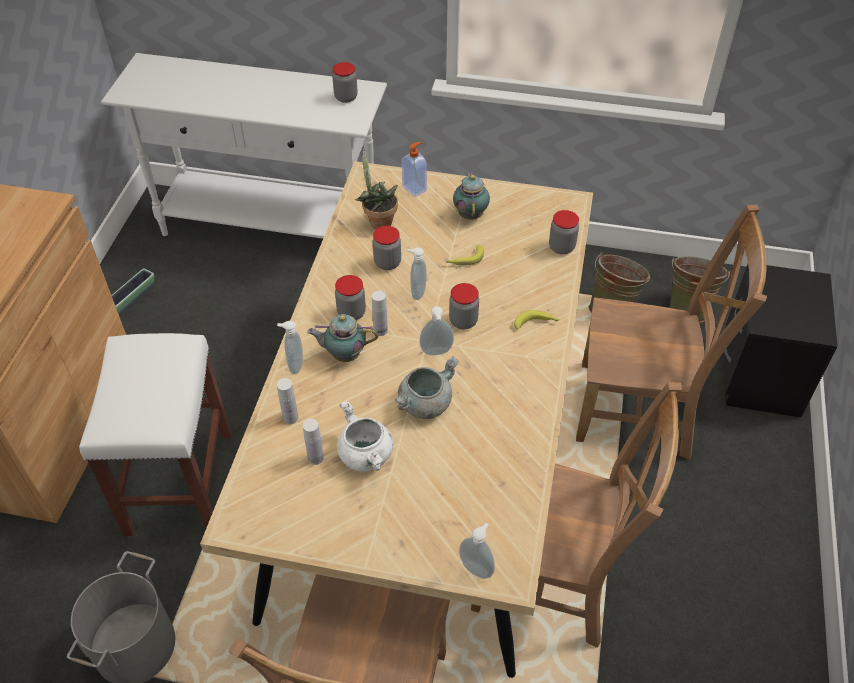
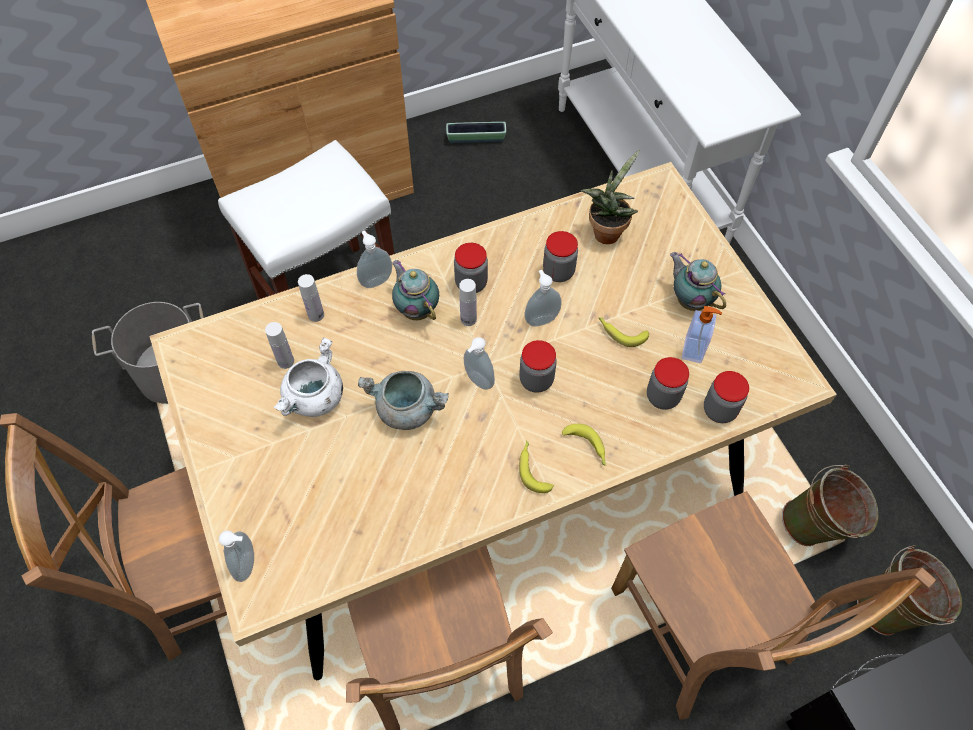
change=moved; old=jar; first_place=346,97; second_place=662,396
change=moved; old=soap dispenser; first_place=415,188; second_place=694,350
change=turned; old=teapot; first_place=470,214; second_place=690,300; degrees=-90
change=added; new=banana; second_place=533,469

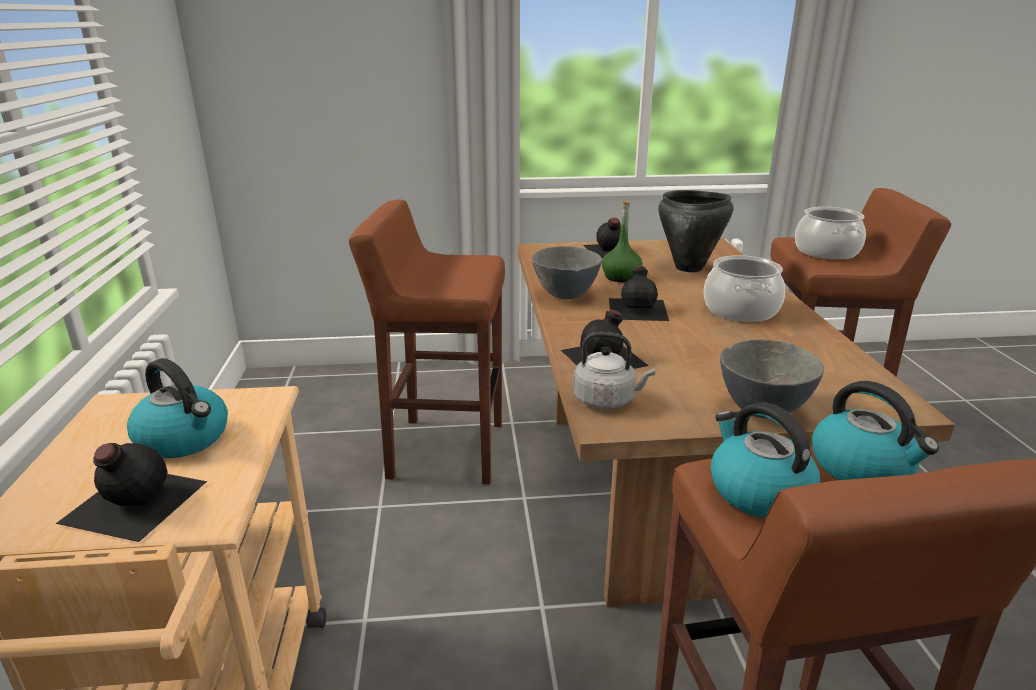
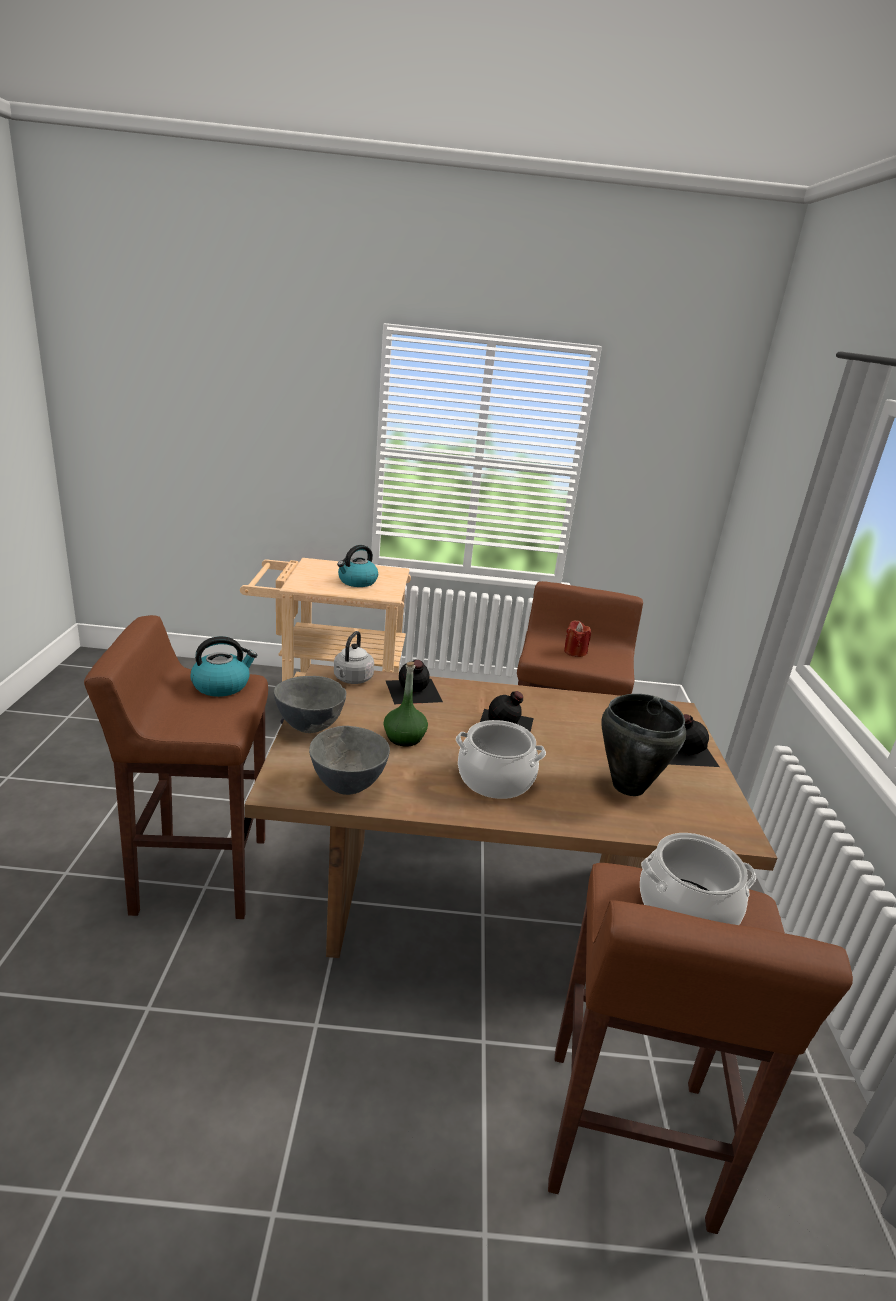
change=removed; old=bottle/black; first_place=131,502
change=moved; old=bowl/grey; first_place=566,296; second_place=347,786
change=moved; old=bottle/green; first_place=621,277; second_place=404,737
change=removed; old=kettle; first_place=862,468
change=added; new=candle/red; second_place=575,652

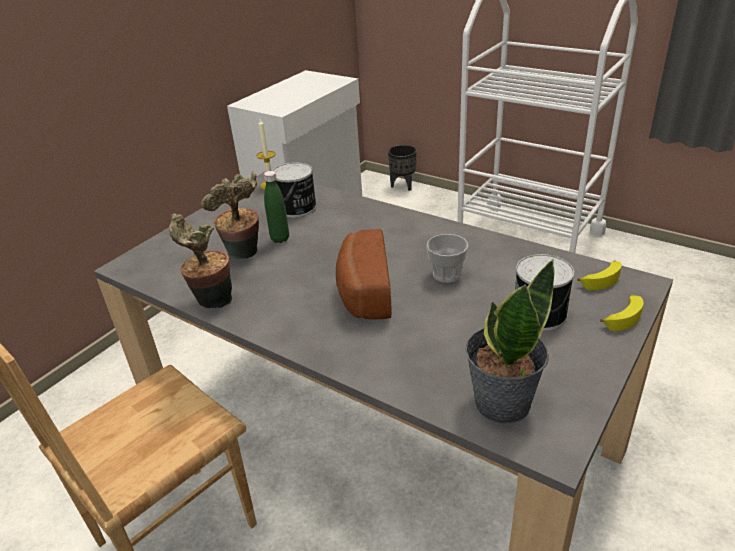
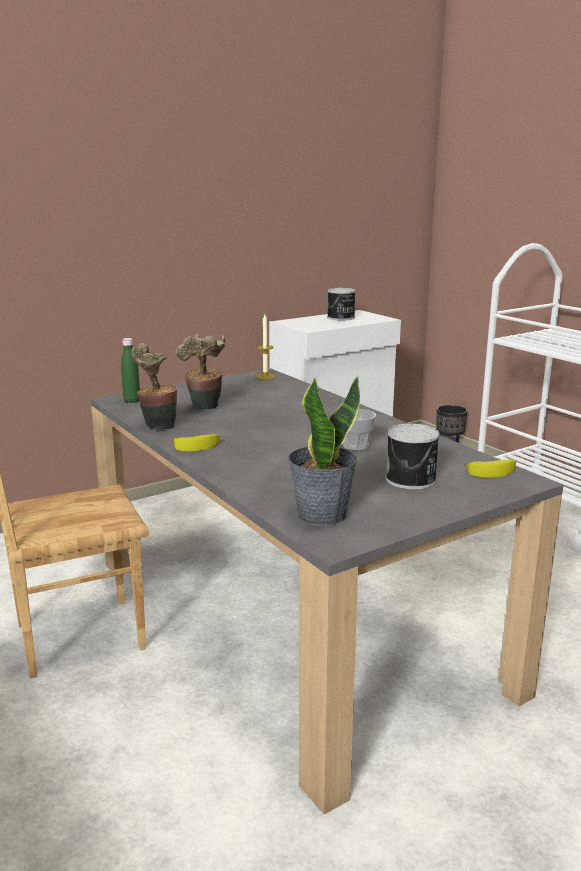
change=moved; old=bottle/green; first_place=280,239; second_place=132,401
change=moved; old=can; first_place=297,208; second_place=341,318
change=removed; old=bread; first_place=362,291
change=moved; old=banana; first_place=623,316; second_place=198,446

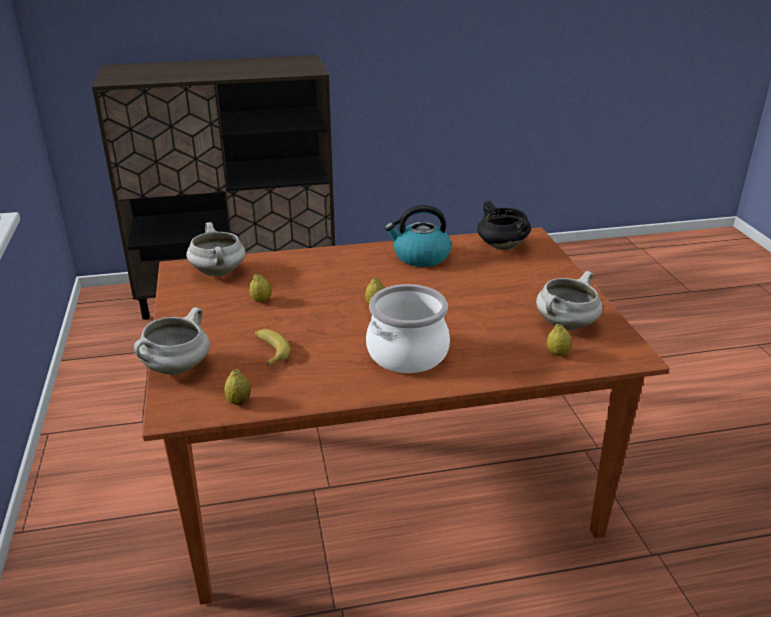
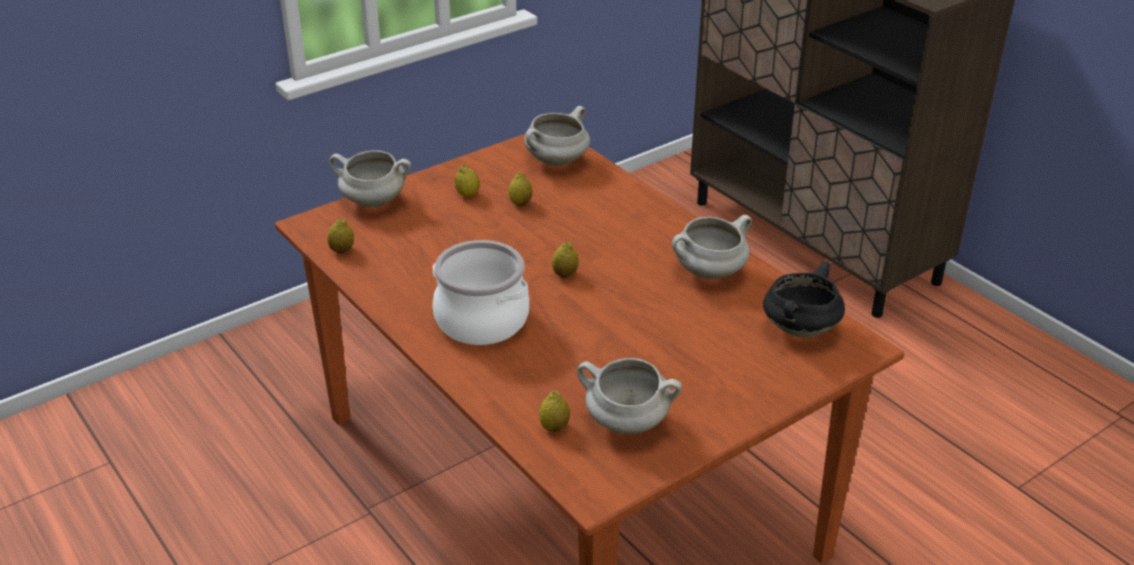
change=removed; old=banana; first_place=269,350
change=replaced; old=kettle; new=cooking pot/white; first_place=420,257; second_place=709,273
change=added; new=lemon; second_place=467,194

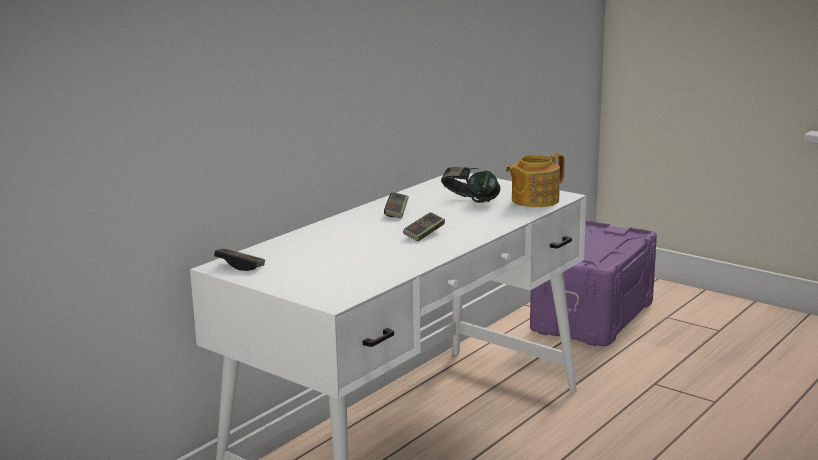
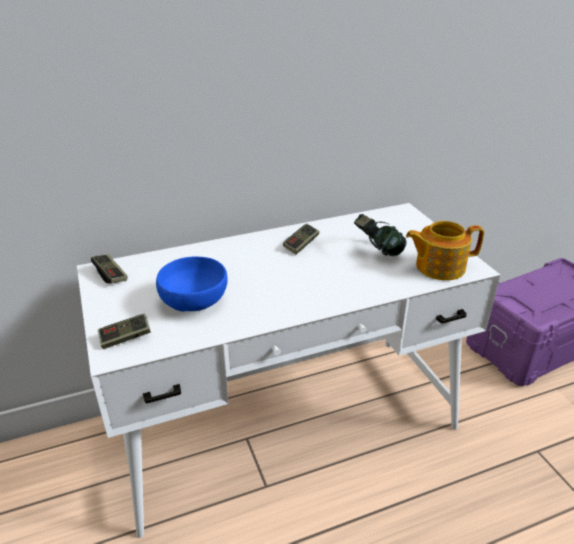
change=moved; old=game controller; first_place=424,234; second_place=125,338
change=added; new=bowl/blue; second_place=195,300

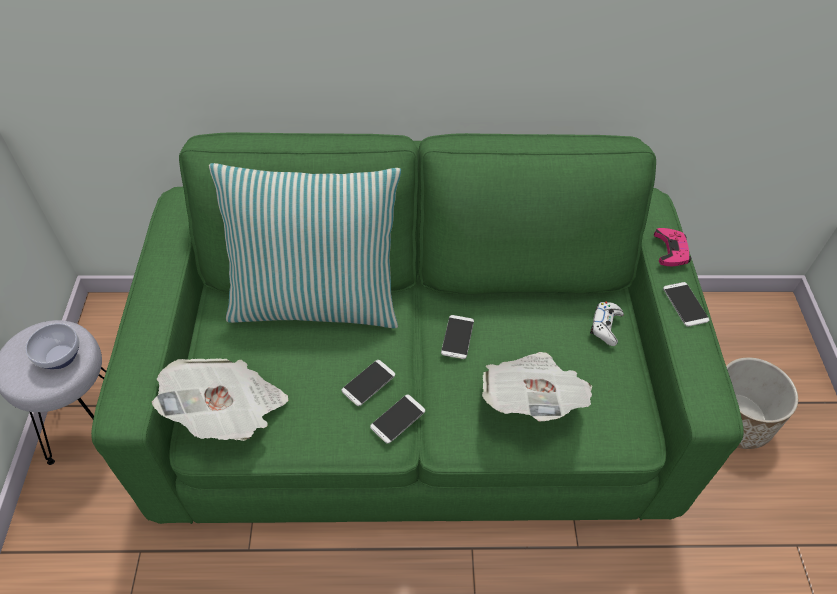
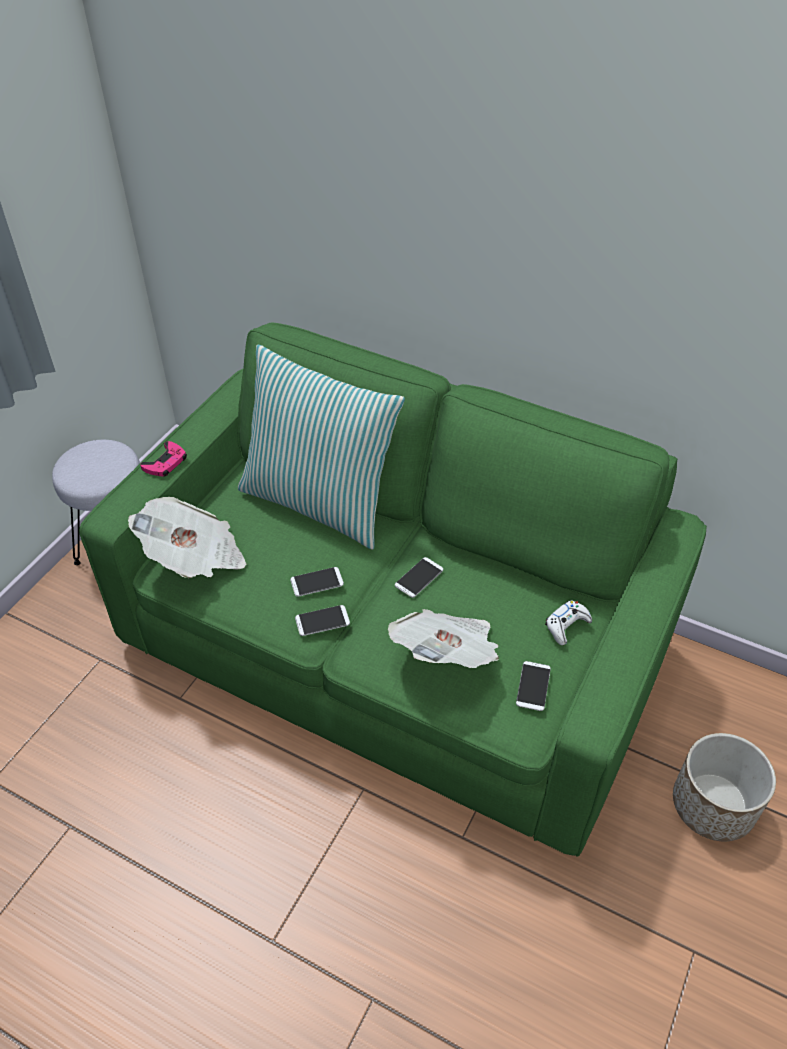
change=removed; old=bowl; first_place=60,358
change=moved; old=game controller/pink; first_place=671,250; second_place=165,463
change=moved; old=phone; first_place=685,304; second_place=533,686

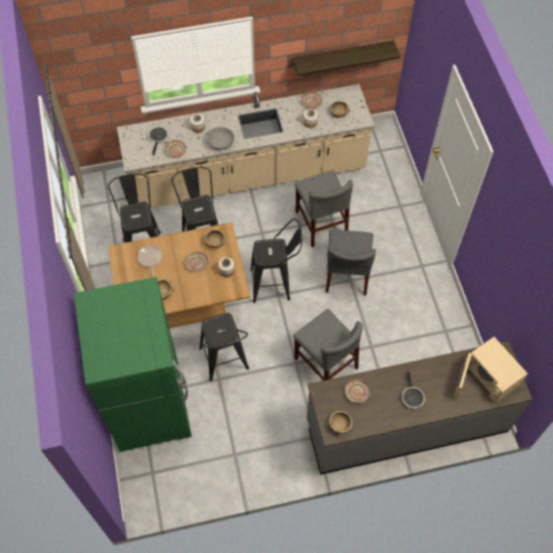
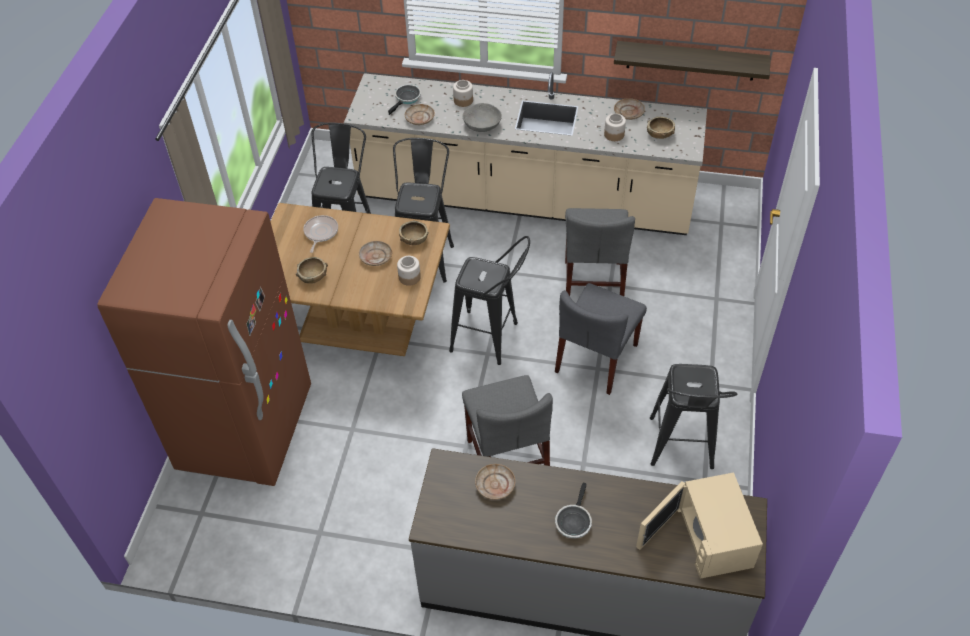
change=recoloured; old=fridge/green; new=fridge/brown; first_place=150,405; second_place=246,429
change=moved; old=stool/black; first_place=225,363; second_place=681,450
change=removed; old=bowl/brown; first_place=339,425

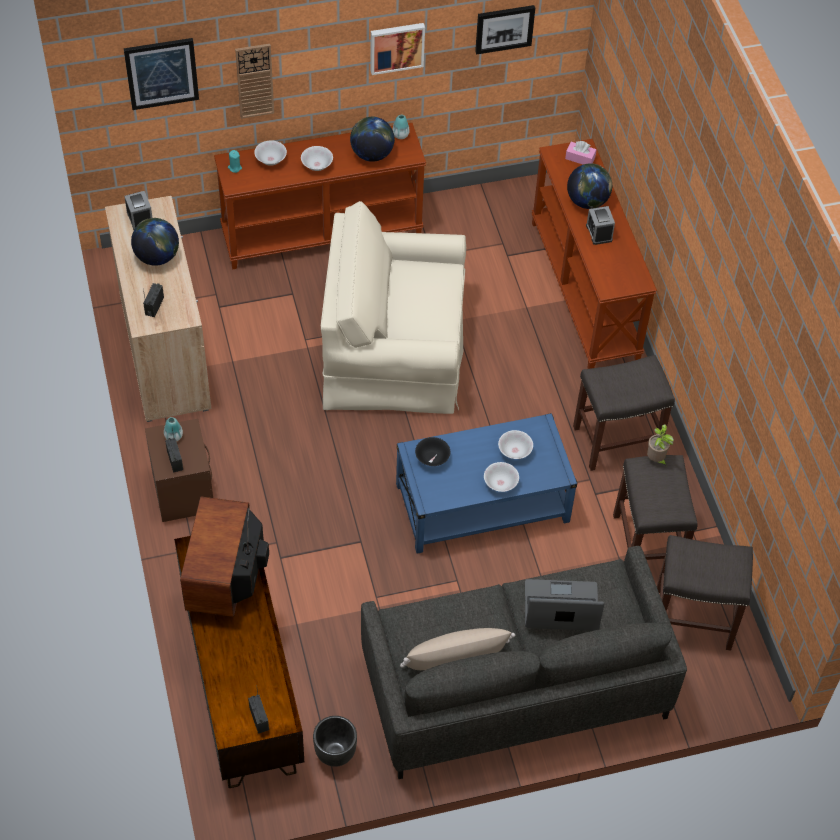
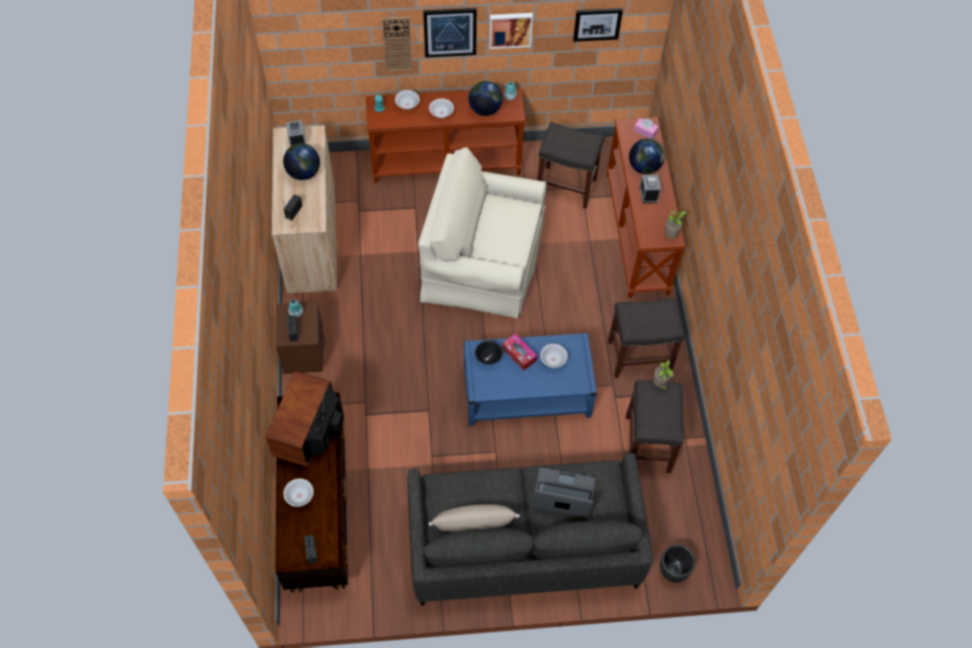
change=moved; old=picture; first_place=161,73; second_place=450,32
change=moved; old=planter/black; first_place=335,754; second_place=673,571
change=moved; old=bowl/white; first_place=500,483; second_place=299,496
change=moved; old=stool/grey; first_place=694,618; second_place=567,187
change=added; new=tissue box; second_place=519,354
change=added; new=potted plant; second_place=671,236

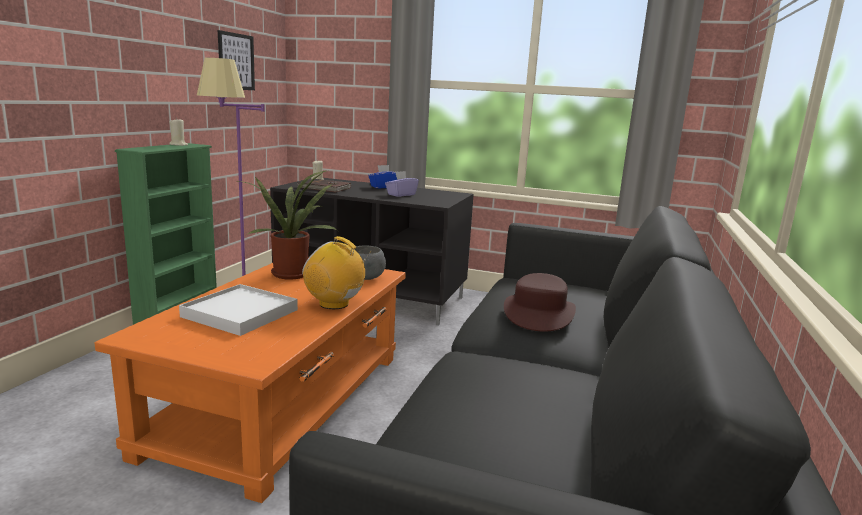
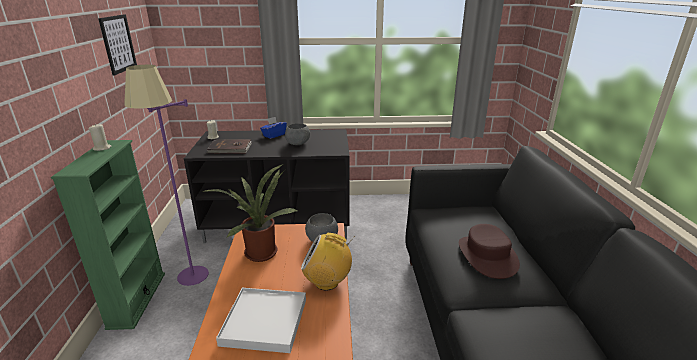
change=replaced; old=tissue box/purple; new=bowl/grey; first_place=401,194; second_place=298,144

